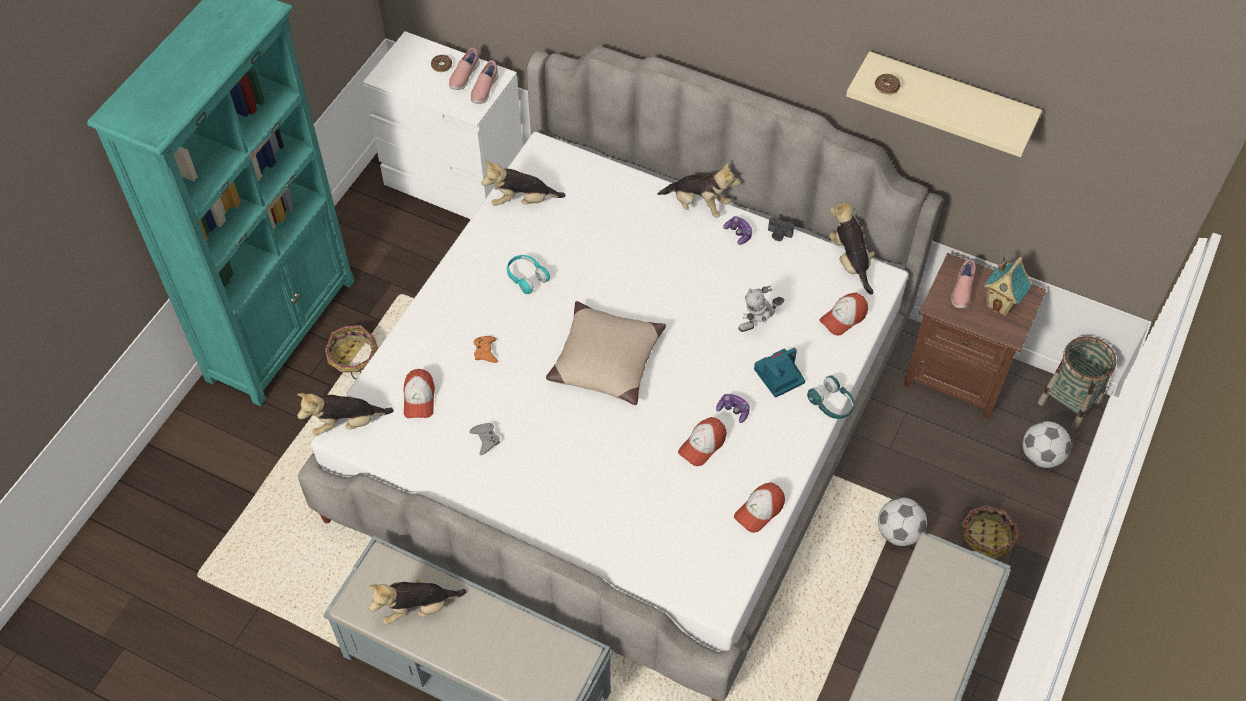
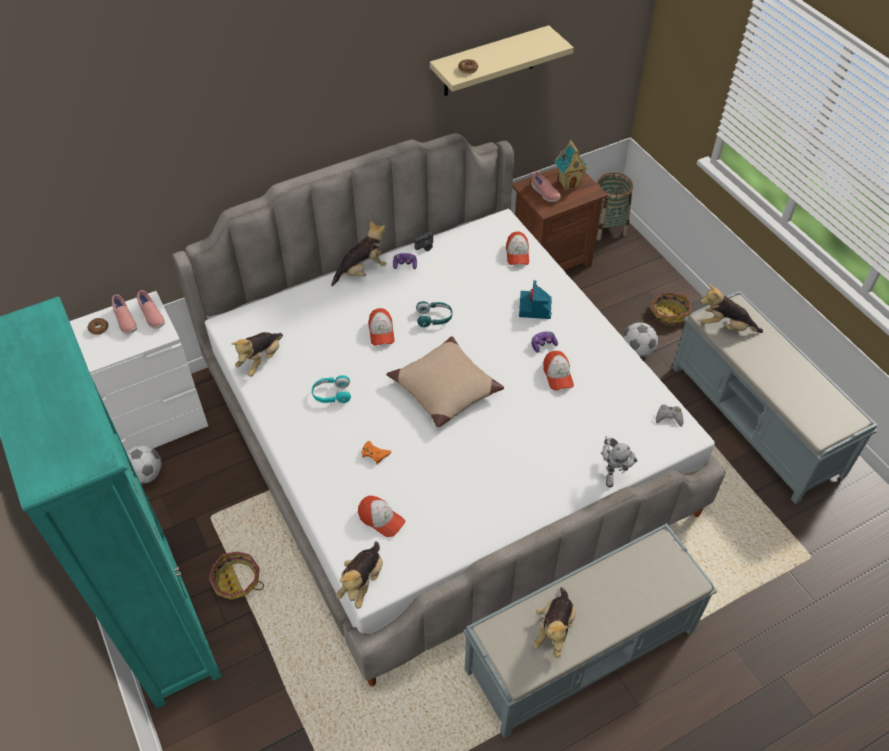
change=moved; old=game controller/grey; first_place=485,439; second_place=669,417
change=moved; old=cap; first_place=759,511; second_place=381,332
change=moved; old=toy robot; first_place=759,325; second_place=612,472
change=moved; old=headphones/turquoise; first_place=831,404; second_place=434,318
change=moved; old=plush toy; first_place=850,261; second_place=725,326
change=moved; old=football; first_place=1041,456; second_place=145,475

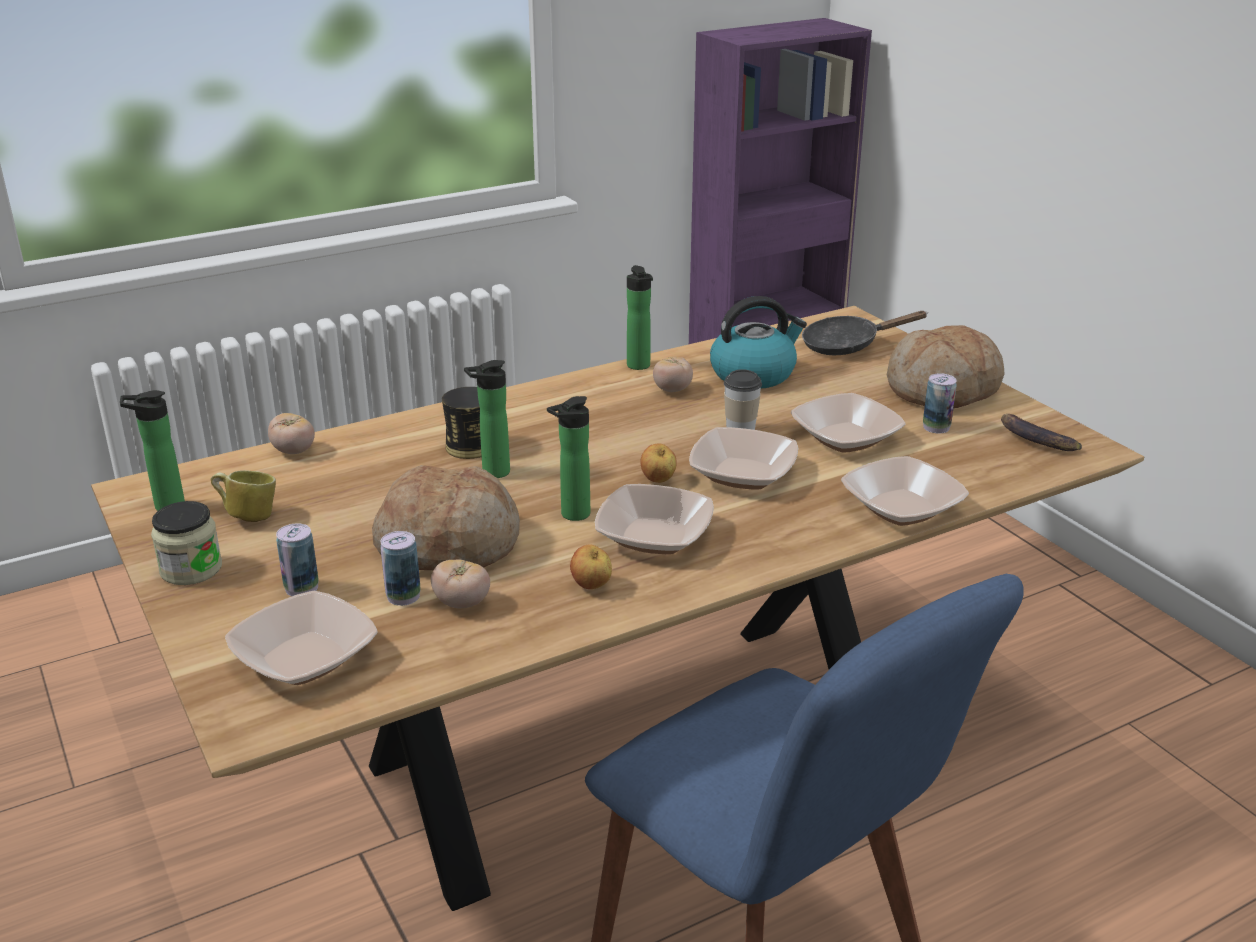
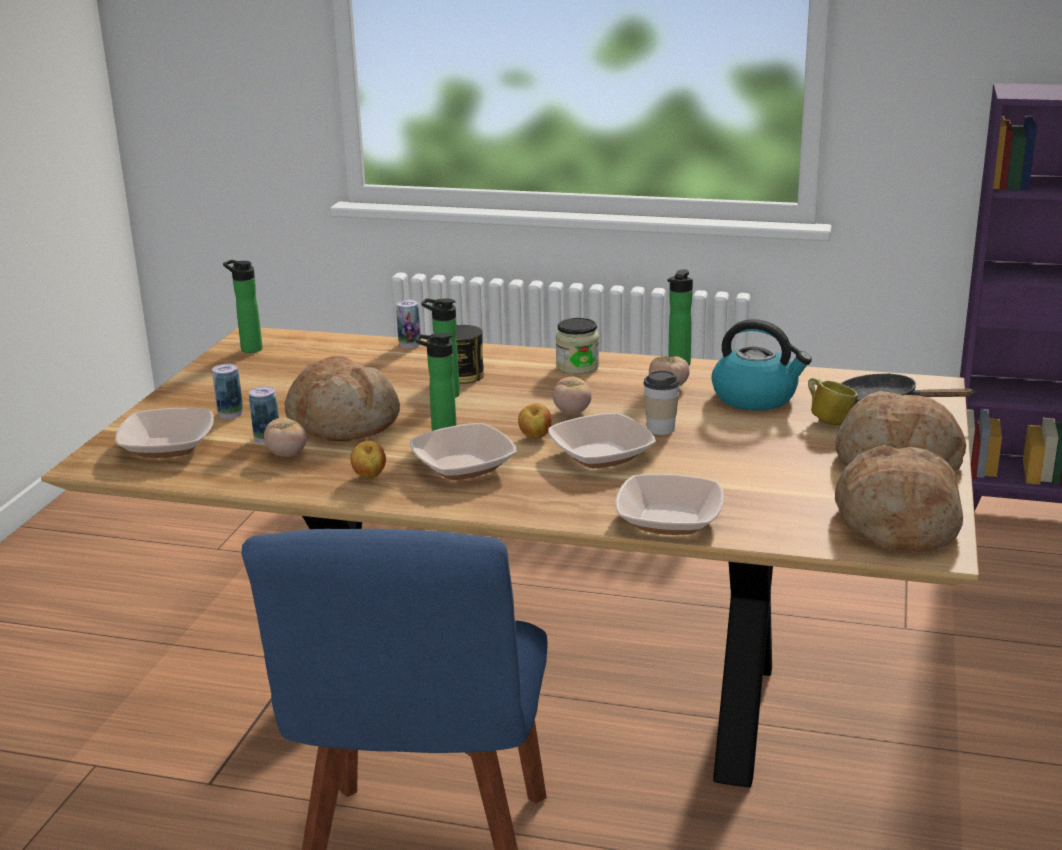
change=moved; old=jar; first_place=191,569; second_place=577,367
change=moved; old=mug; first_place=248,516; second_place=828,421
change=moved; old=tomato; first_place=294,451; second_place=572,412
change=removed; old=bowl; first_place=845,437
change=moved; old=can; first_place=936,427; second_place=410,344
change=replaced; old=banana; new=bread; first_place=1034,439; second_place=896,523

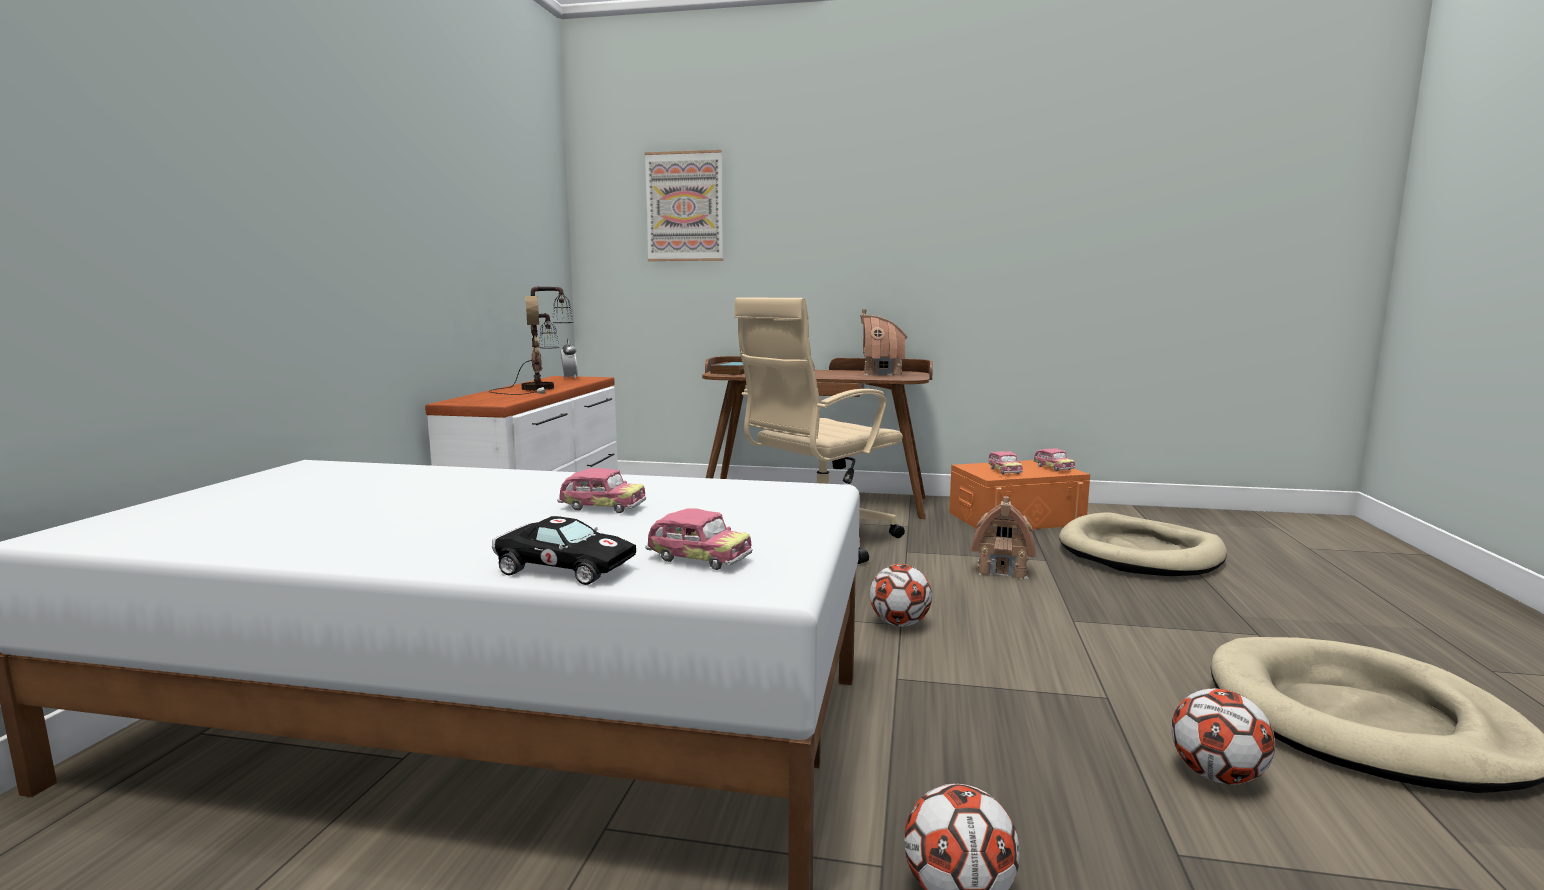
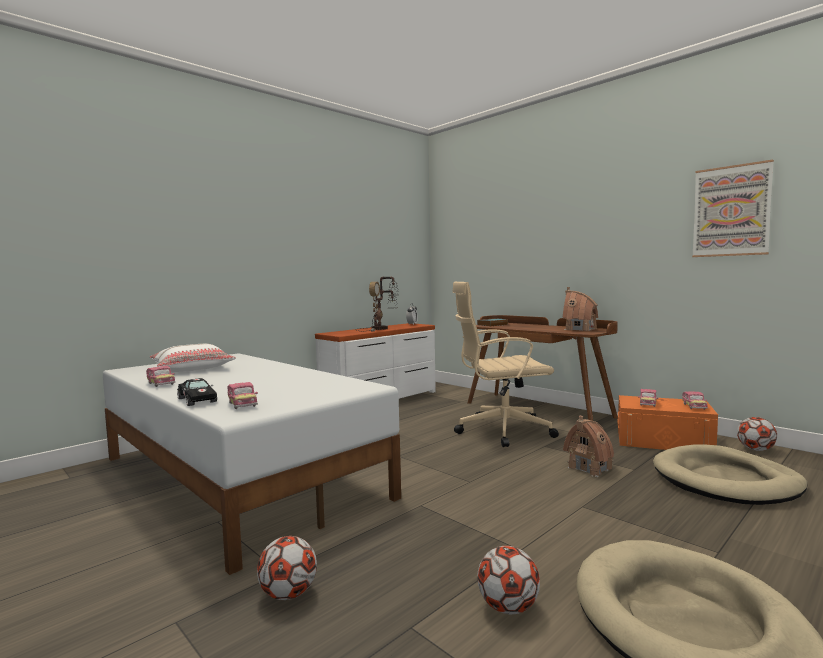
change=moved; old=toy car; first_place=602,507; second_place=161,384
change=moved; old=picture; first_place=684,207; second_place=731,211
change=moved; old=football; first_place=899,623; second_place=755,449
change=added; new=pillow/white; second_place=192,368

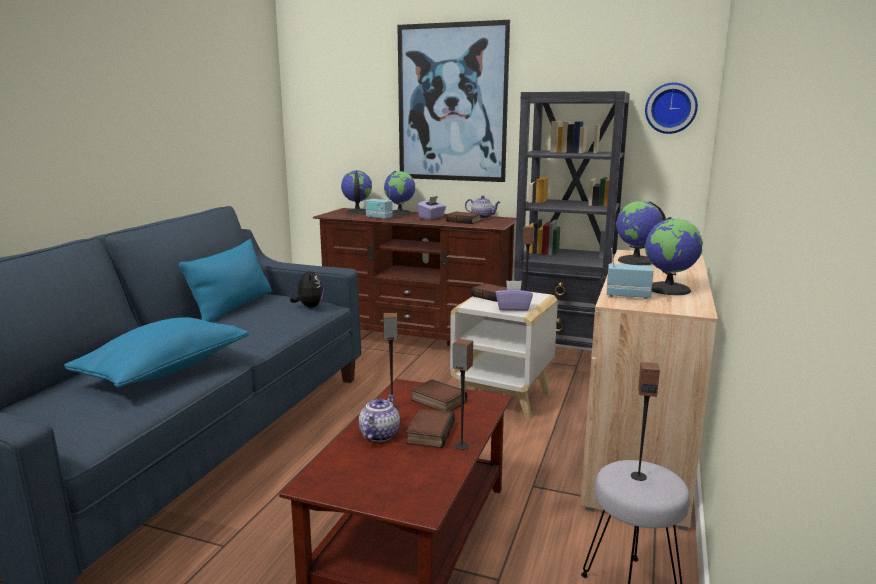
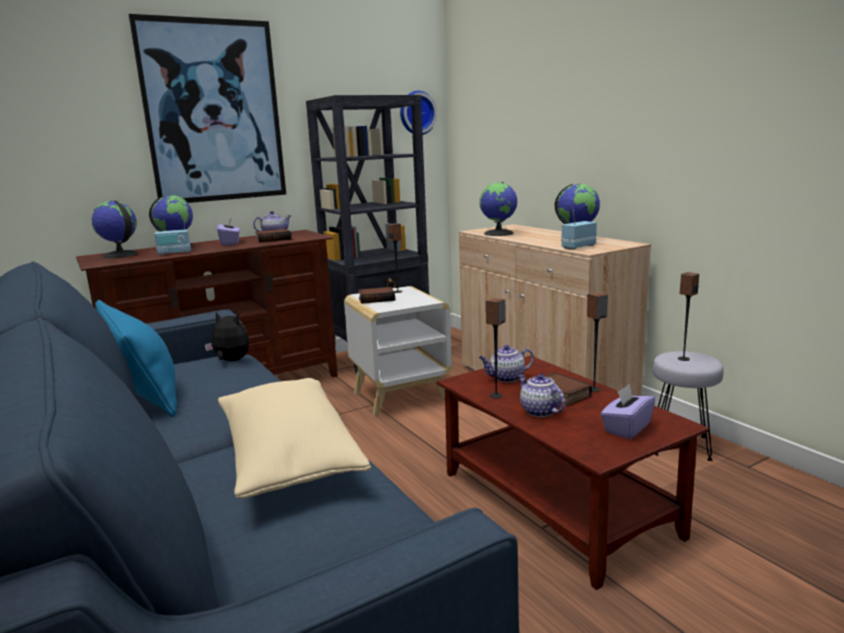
change=recoloured; old=pillow/blue; new=pillow/beige; first_place=165,370; second_place=288,458
change=replaced; old=book; new=teapot; first_place=437,401; second_place=506,378
change=moved; old=tissue box/purple; first_place=513,308; second_place=626,428

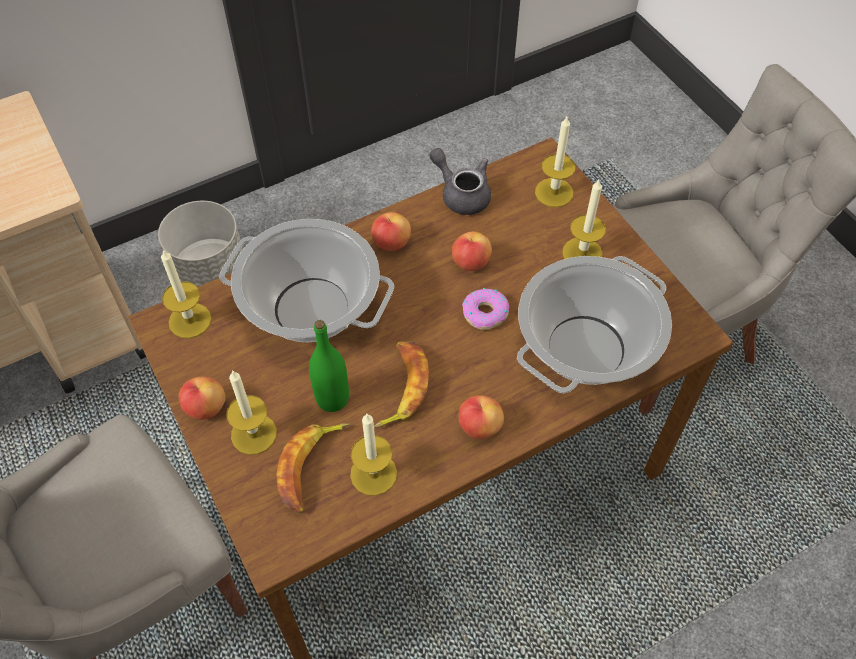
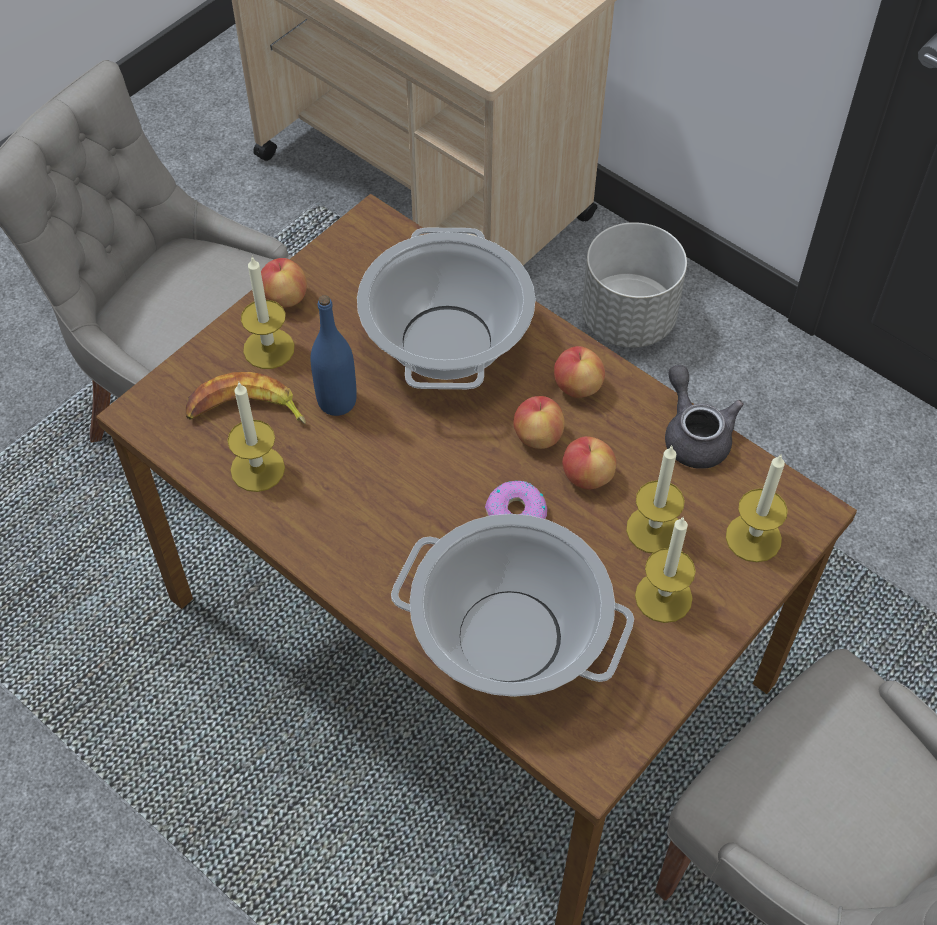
change=moved; old=candle; first_place=190,320; second_place=654,529
change=recoloured; old=bottle/green; new=bottle/blue; first_place=332,398; second_place=337,401
change=removed; old=banana; first_place=401,387
change=turned; old=teapot/grey; first_place=461,194; second_place=694,434; degrees=-45
change=moved; old=apple; first_place=479,426; second_place=538,436

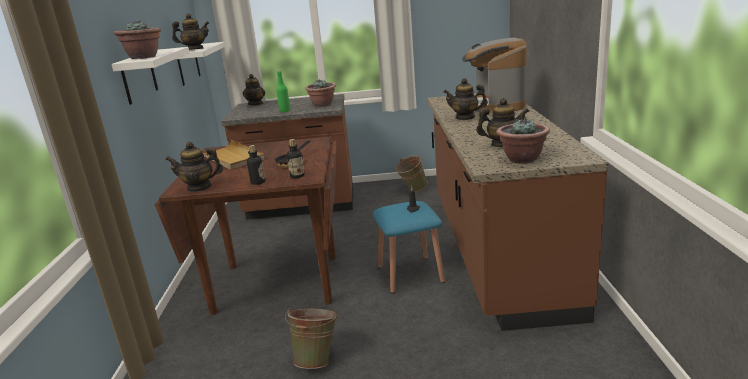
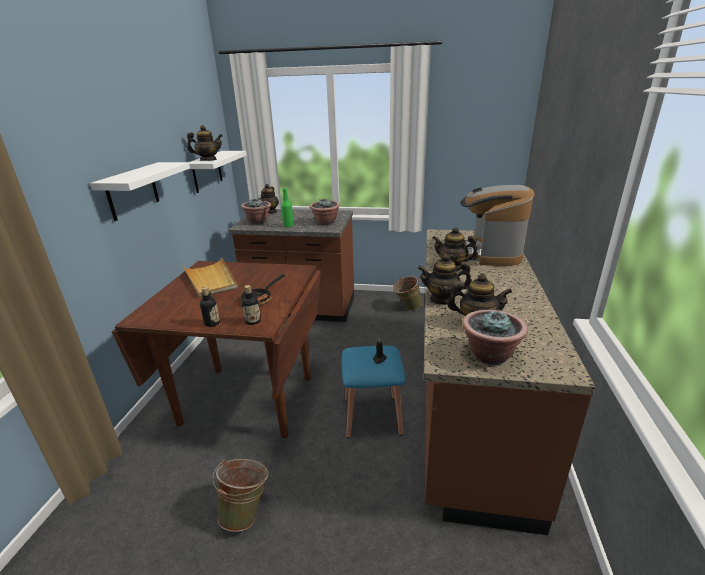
change=moved; old=potted plant; first_place=144,57; second_place=258,222
change=moved; old=teapot; first_place=199,187; second_place=443,299

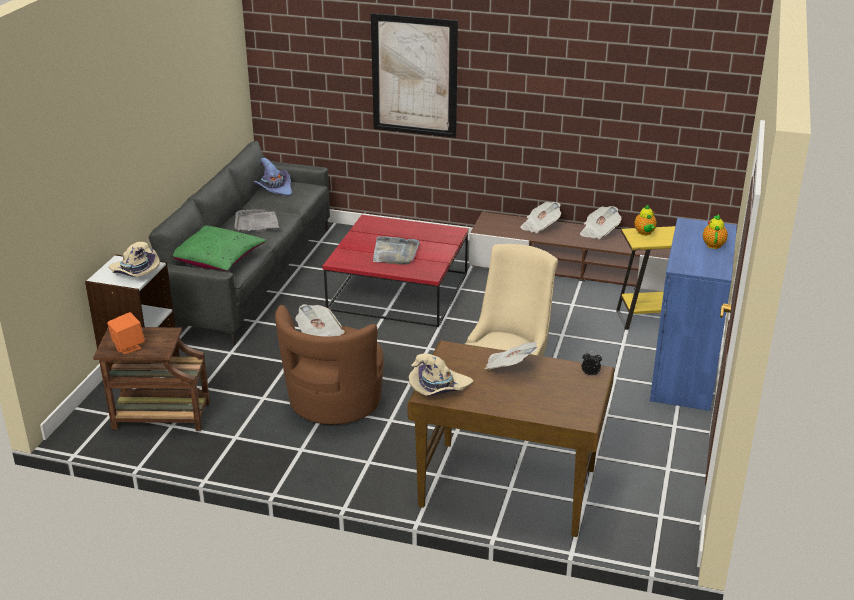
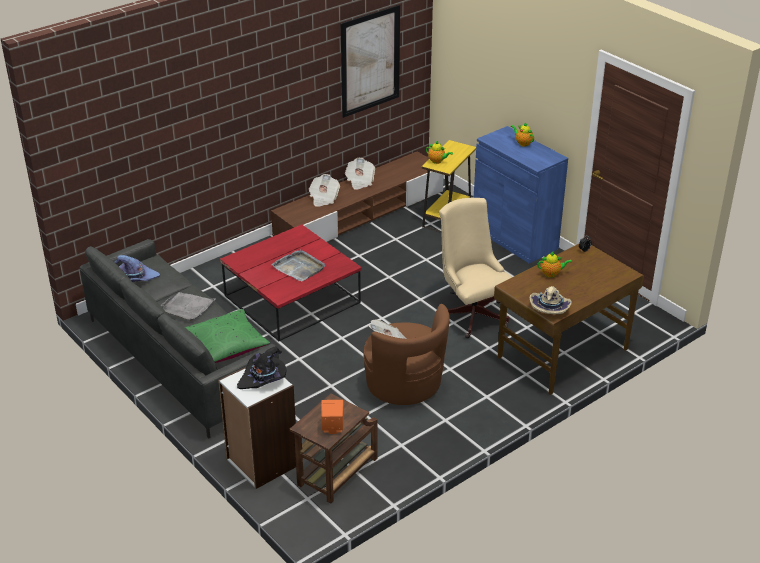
change=recoloured; old=hat/beige; new=hat/black; first_place=135,273; second_place=263,378
change=moved; old=picture; first_place=414,76; second_place=370,61
change=replaced; old=newspaper; new=teapot; first_place=509,367; second_place=551,274

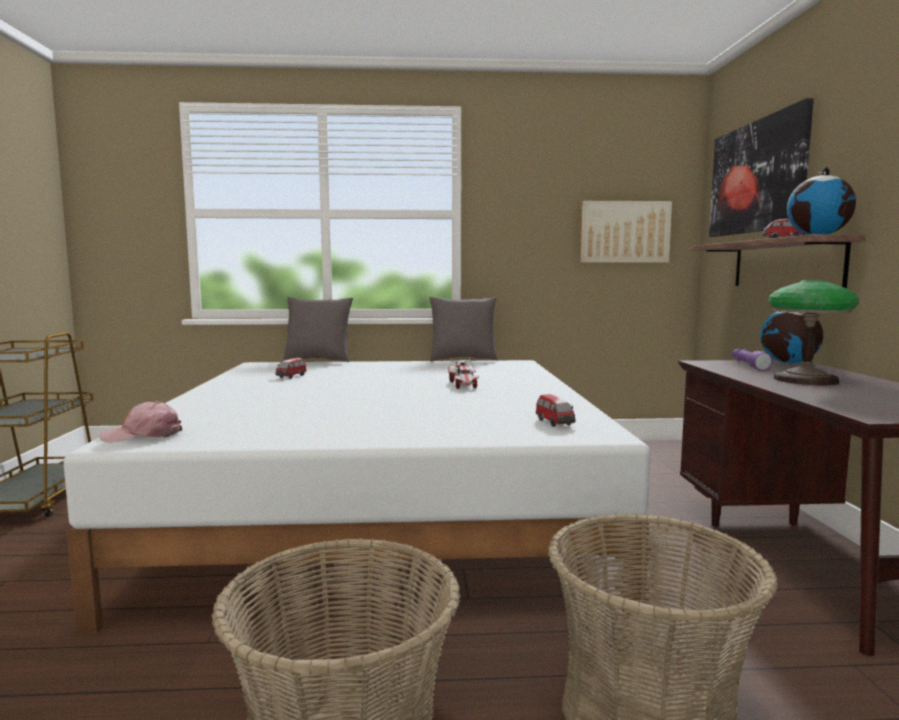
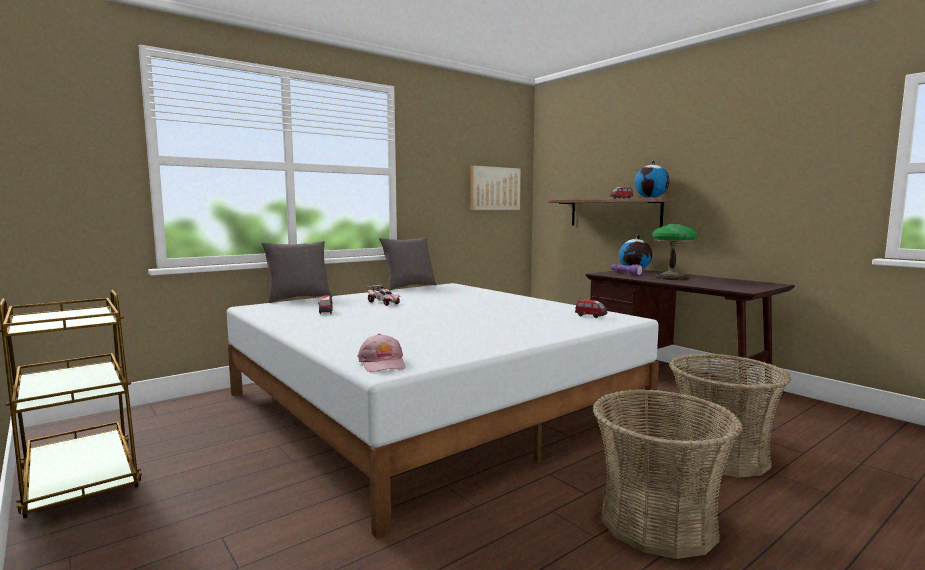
change=turned; old=cap/pink; first_place=143,435; second_place=382,363; degrees=-60
change=moved; old=toy car; first_place=463,385; second_place=384,303
change=removed; old=picture; first_place=757,177

